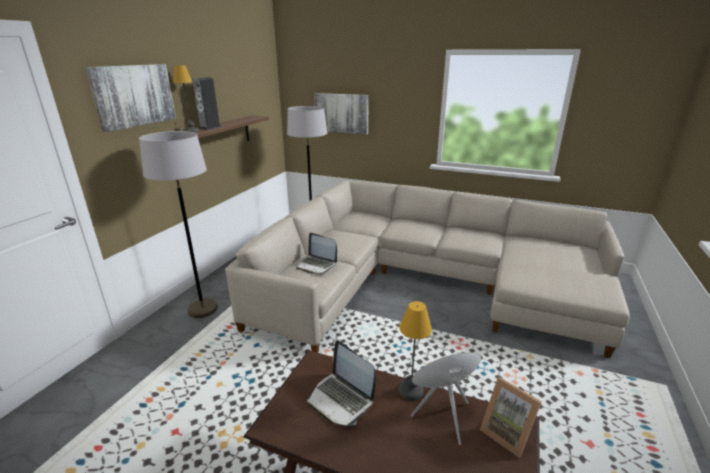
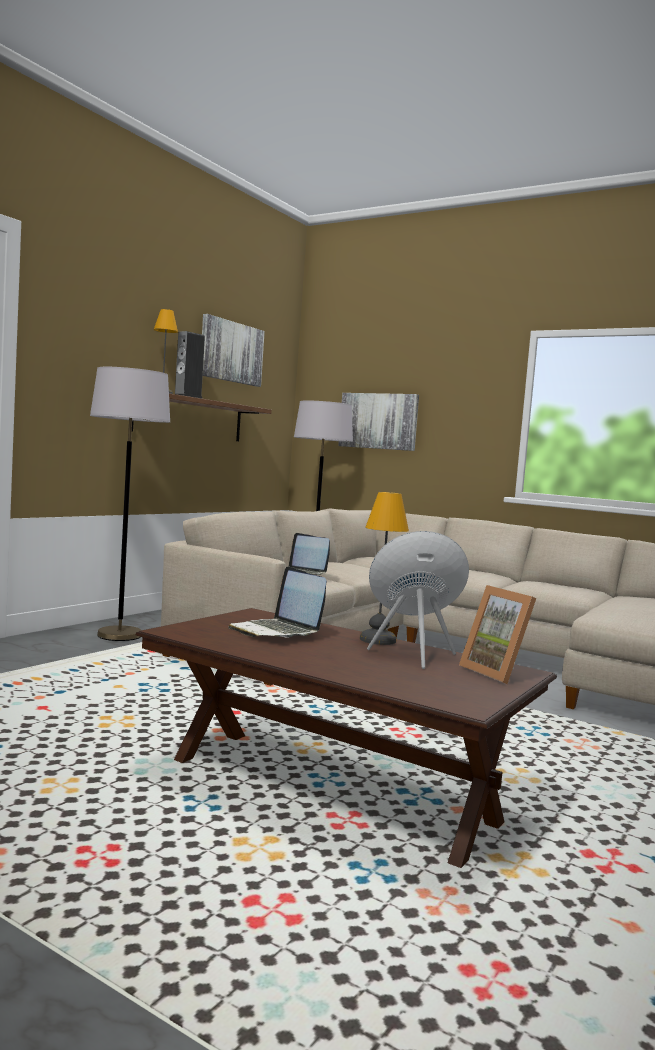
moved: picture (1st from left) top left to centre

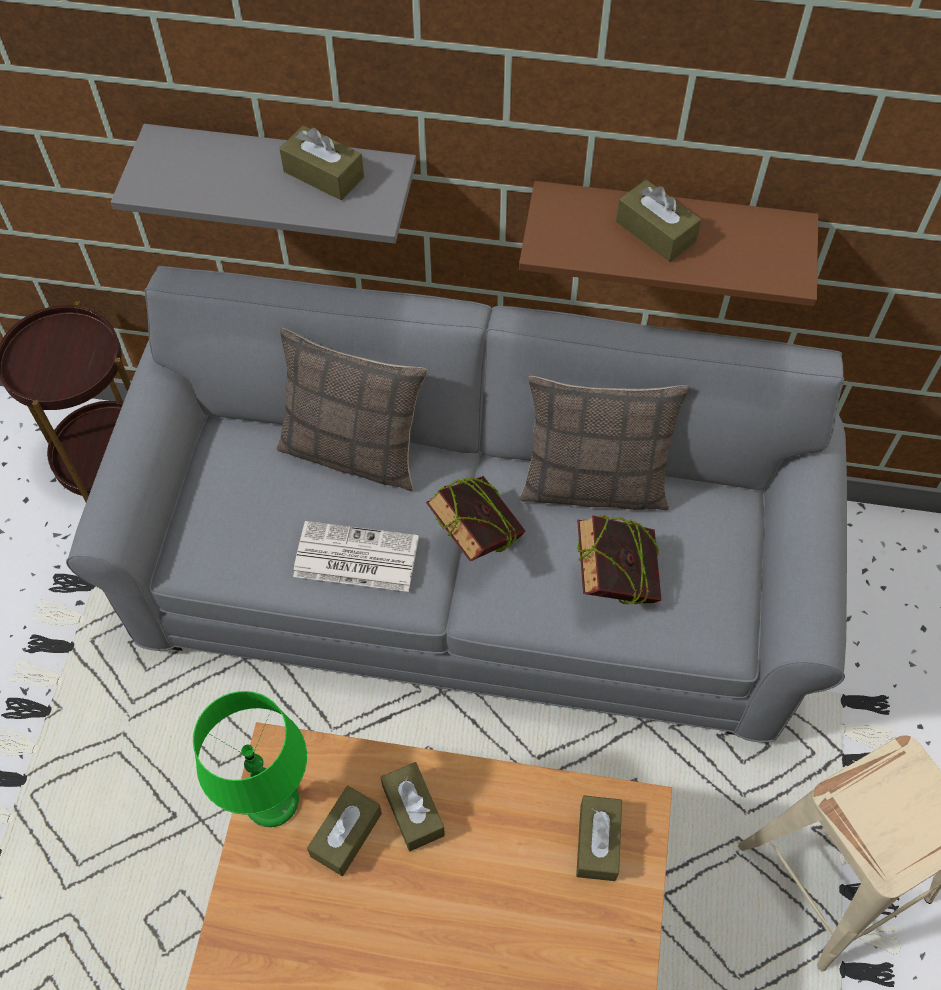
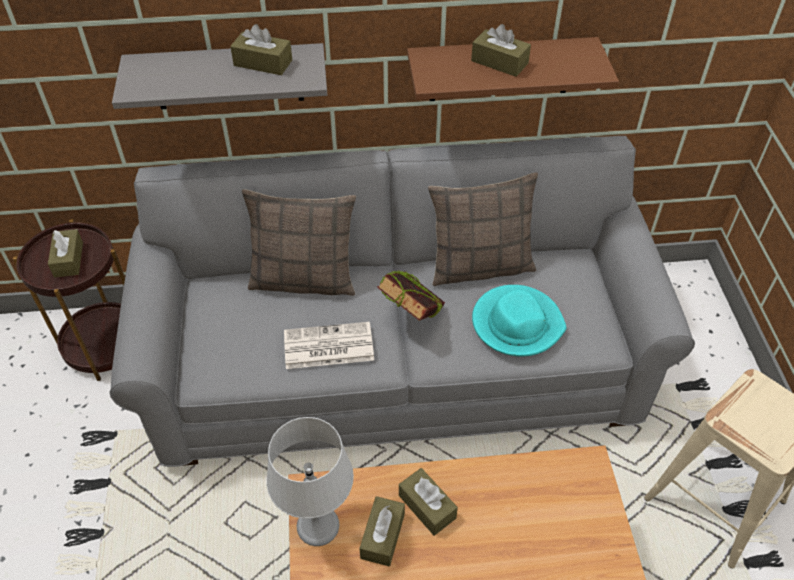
moved: tissue box in brown (4th from left in the first image) bottom centre to tissue box in brown (1st from left) middle left
replaced: book (2nd from left) centre to hat in turquoise centre
recoloured: table lamp in green bottom left to table lamp in grey bottom centre

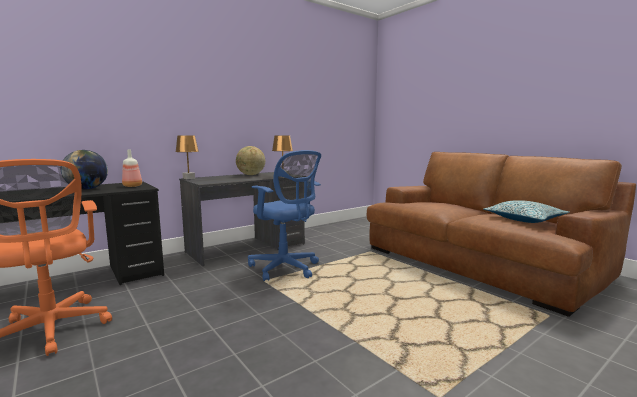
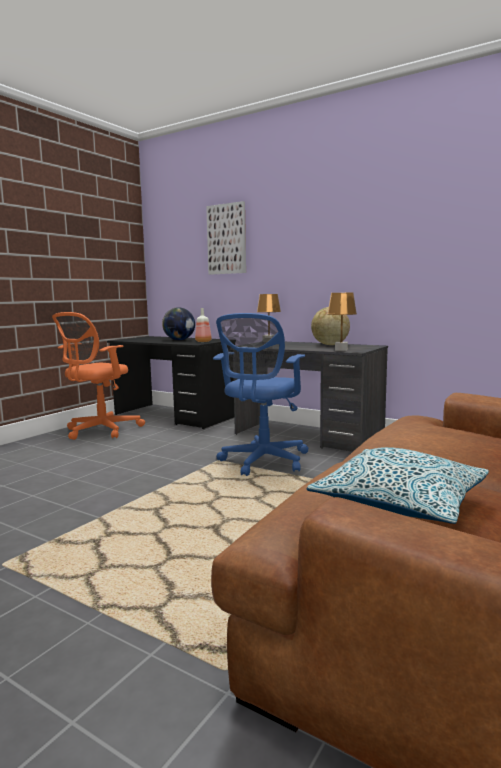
added: picture top centre

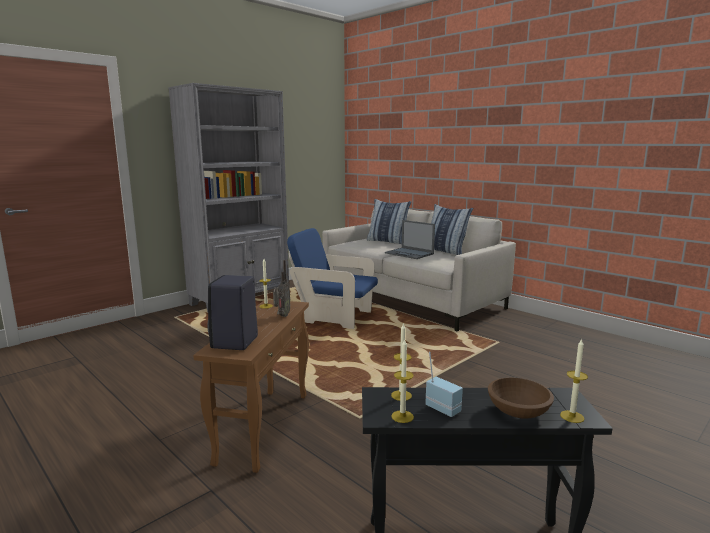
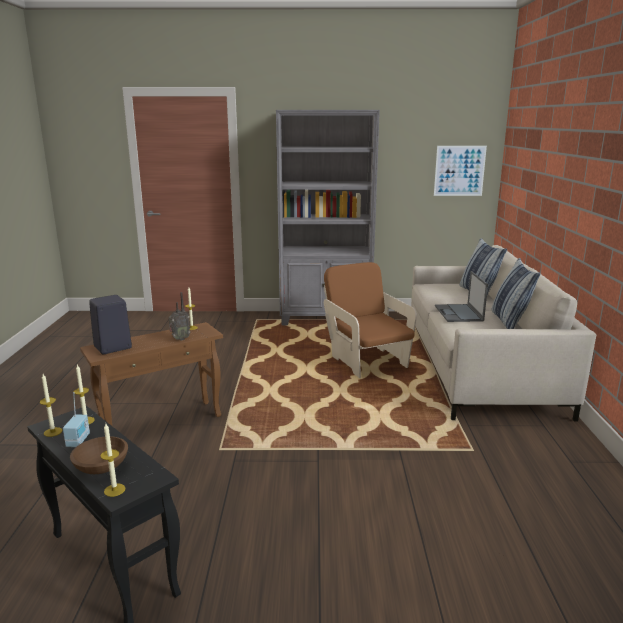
added: picture top right
recoloured: armchair in blue centre to armchair in brown centre

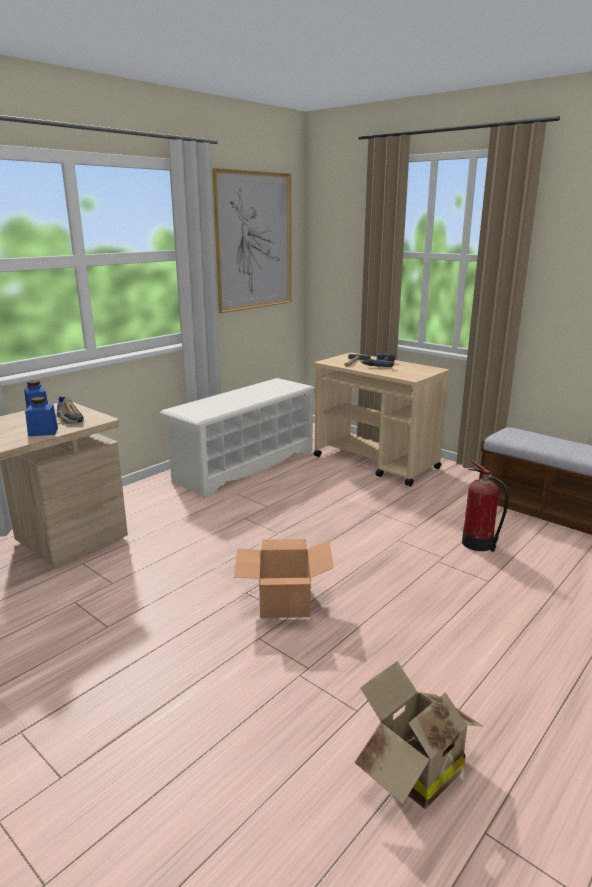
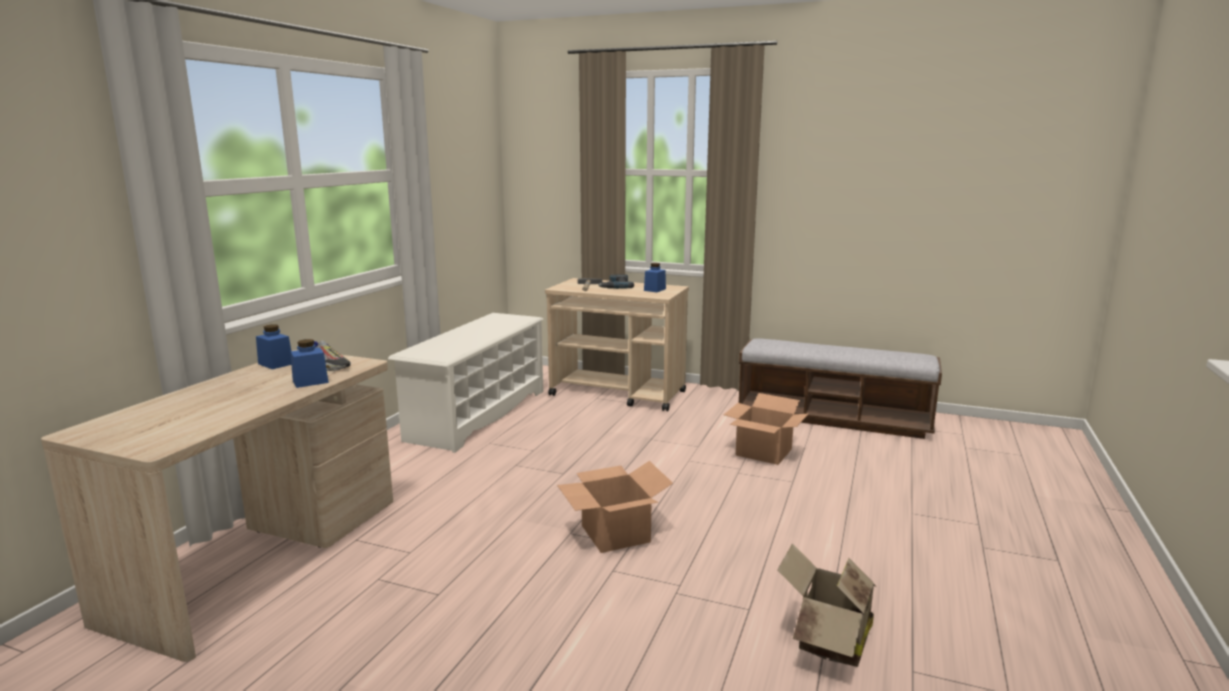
removed: picture top centre
added: jar in blue (3rd from left) centre
replaced: fire extinguisher middle right to cardboard box (2nd from left) centre

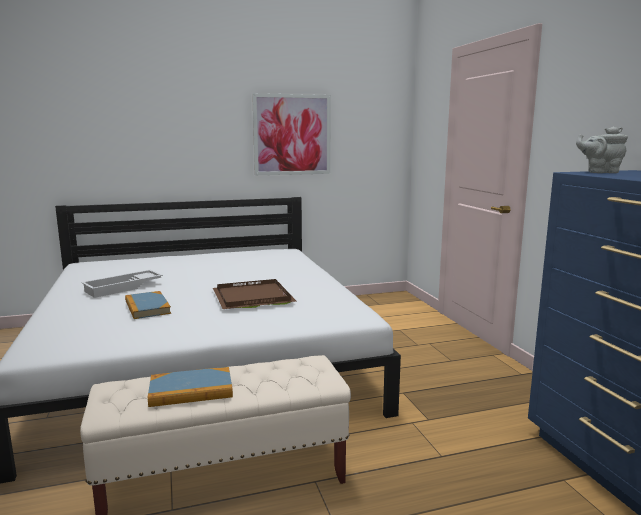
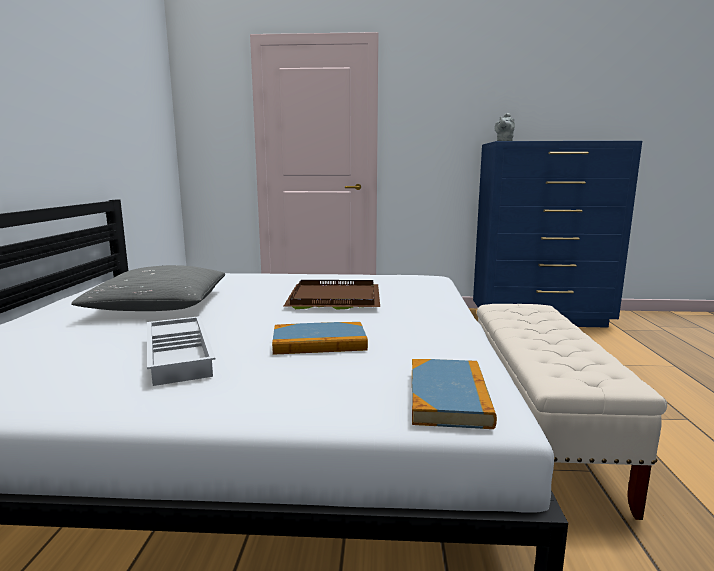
removed: picture top centre
added: pillow in grey middle left
moved: book (2nd from left) bottom left to bottom centre

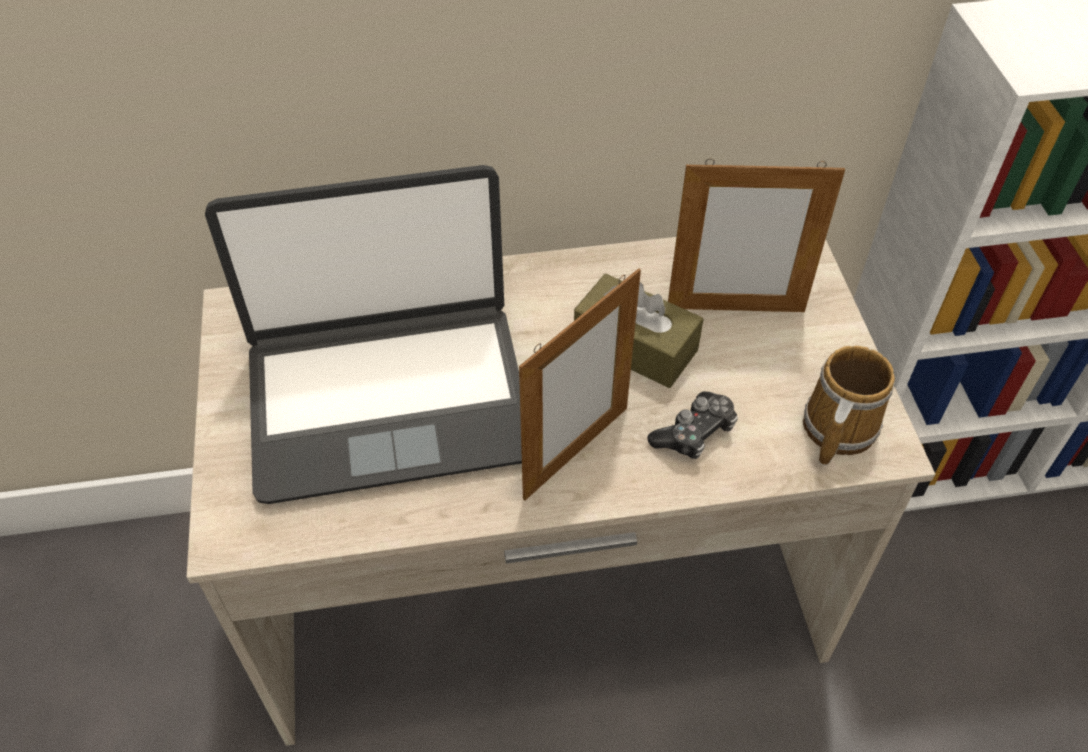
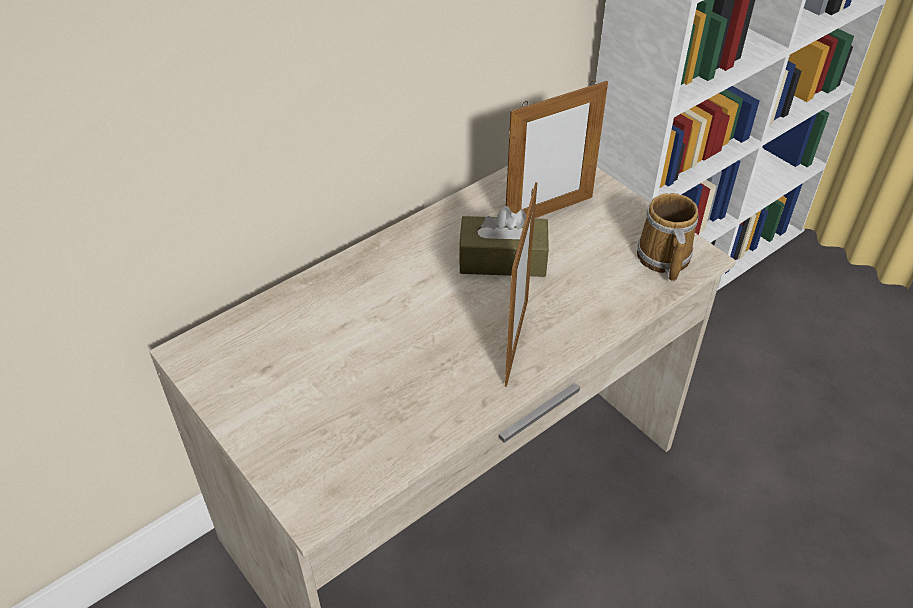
removed: laptop centre; game controller centre

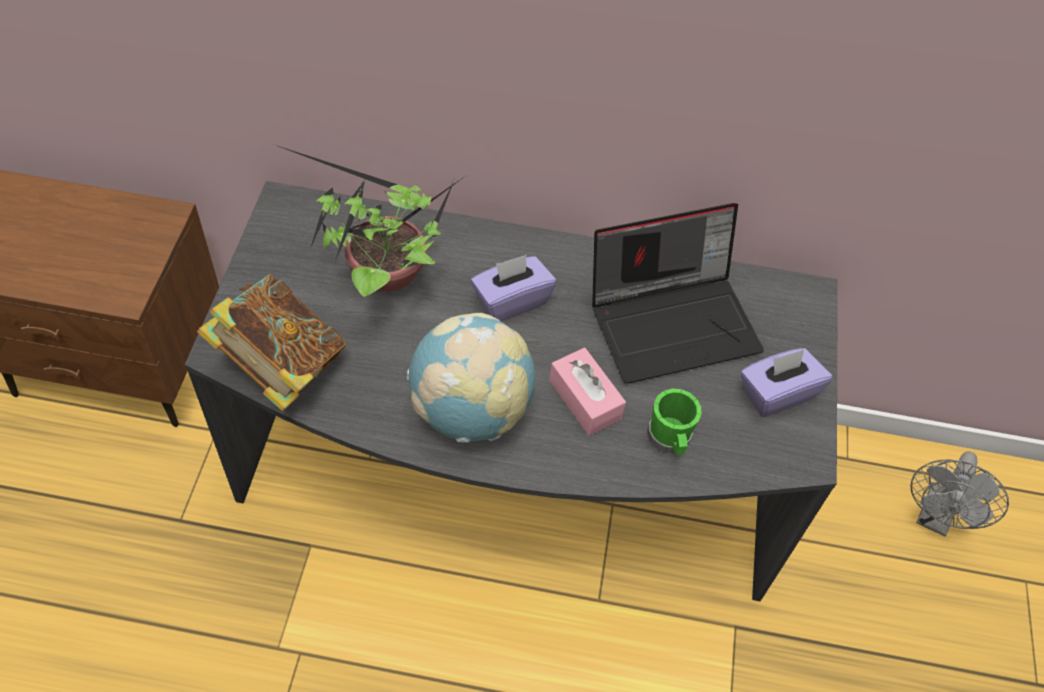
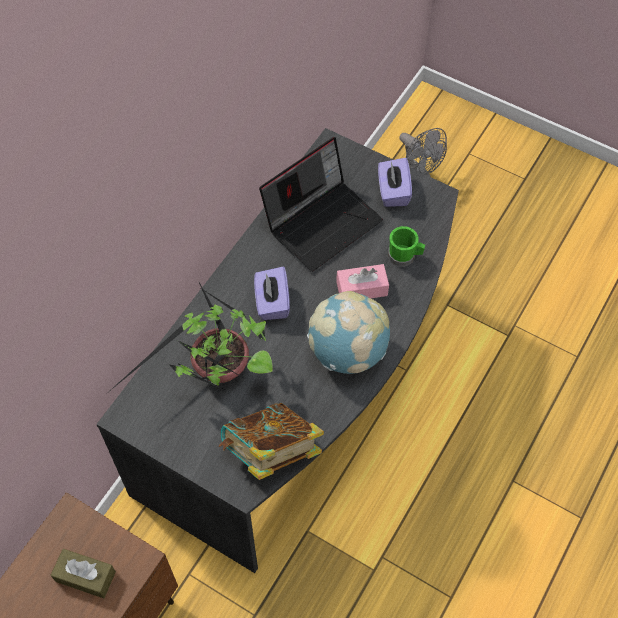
added: tissue box in brown bottom left
turned: laptop centre = top centre 45 degrees clockwise

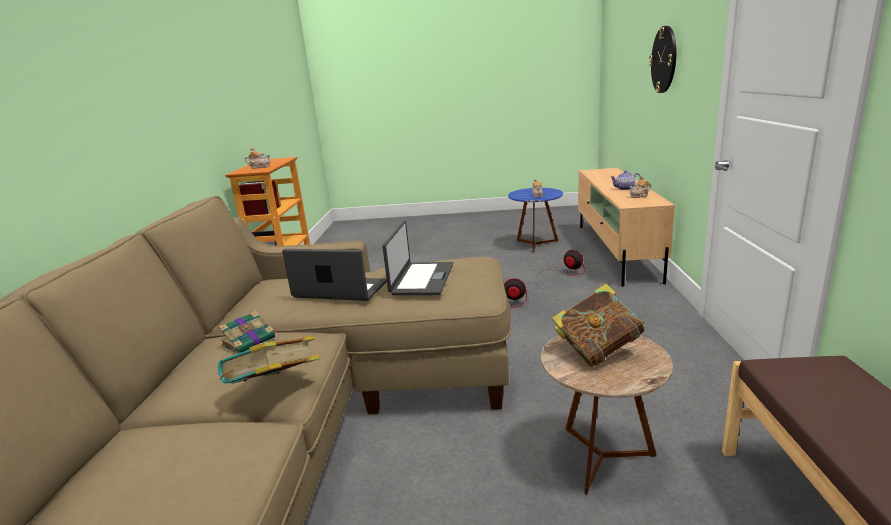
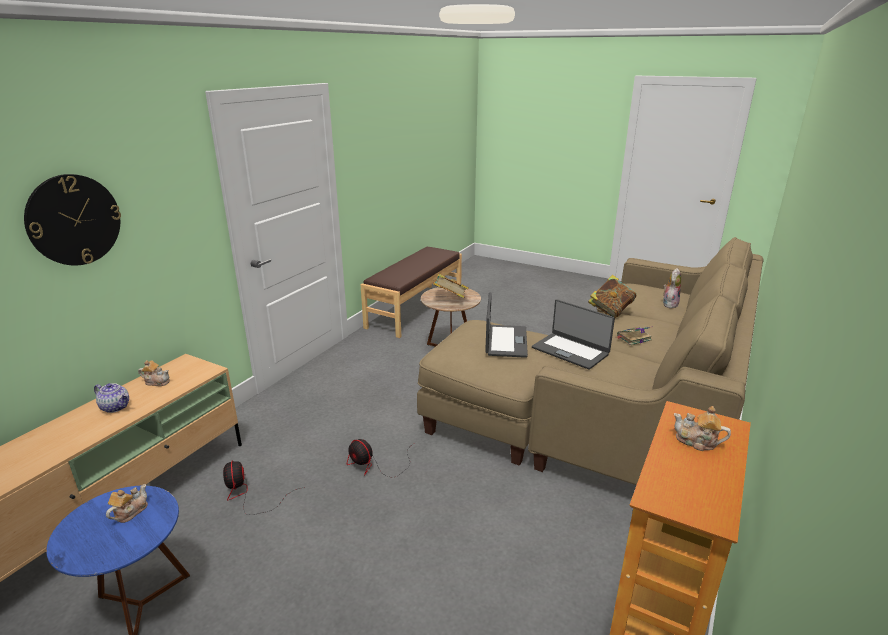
added: plush toy middle right
turned: laptop (2nd from left in the first image) centre = centre 150 degrees clockwise

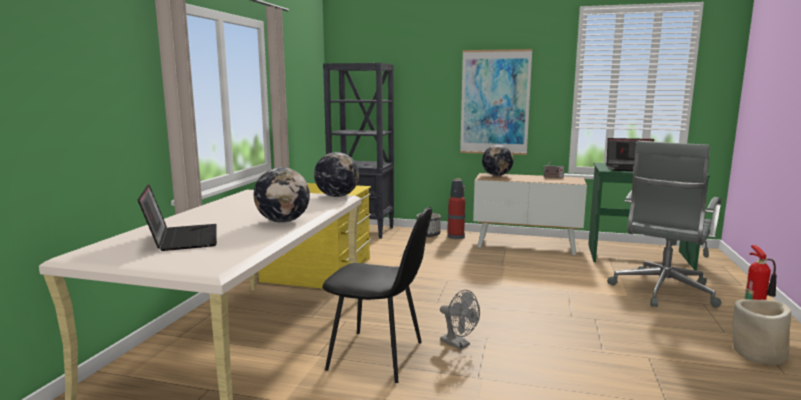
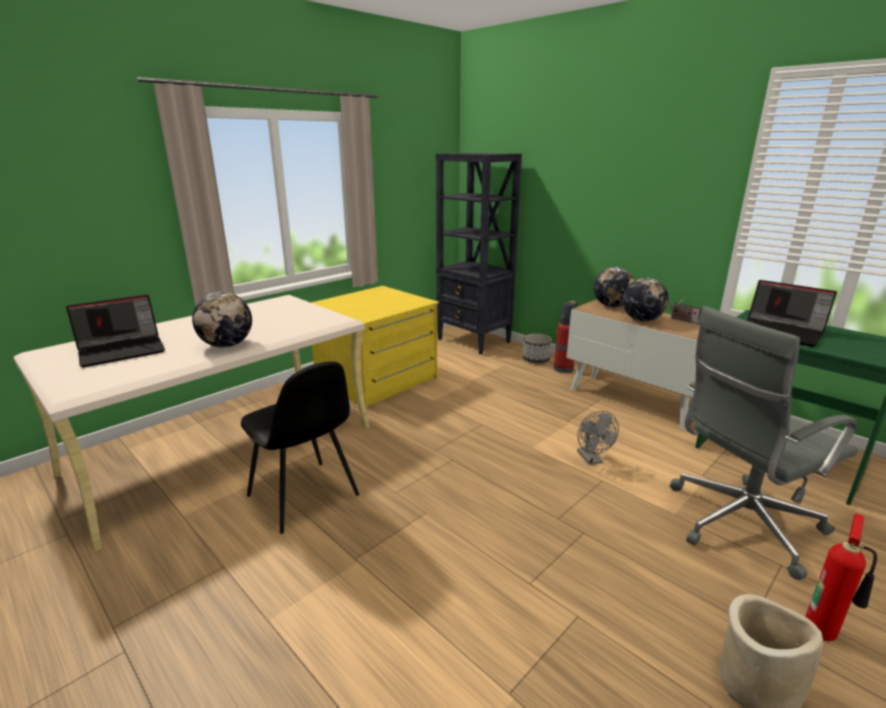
removed: picture top centre
moved: fan in grey bottom centre to middle right; globe (2nd from left in the first image) centre to globe (3rd from left) middle right
turned: laptop (1st from left) middle left = middle left 45 degrees clockwise

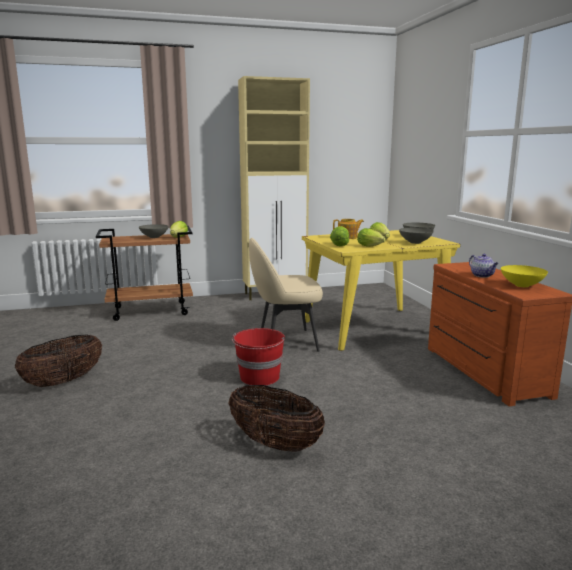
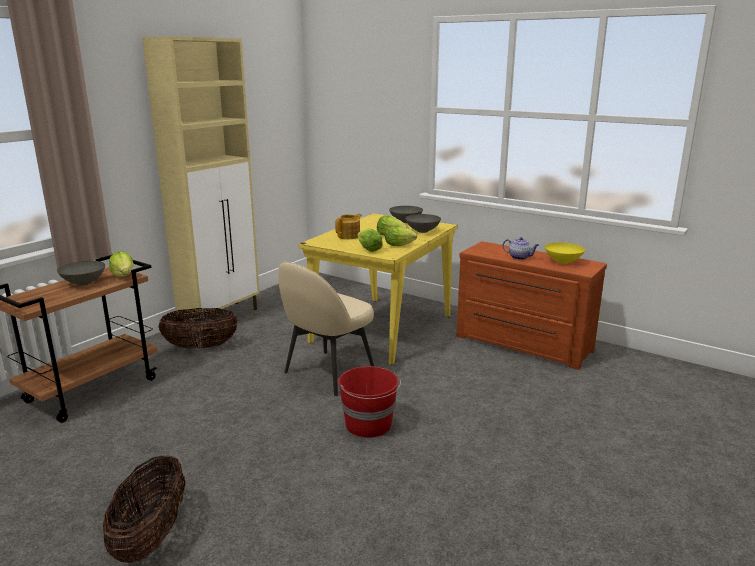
moved: basket (2nd from left) bottom centre to middle left

